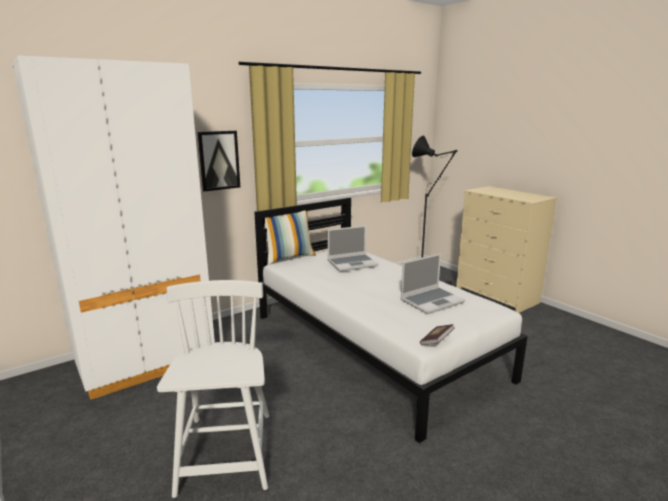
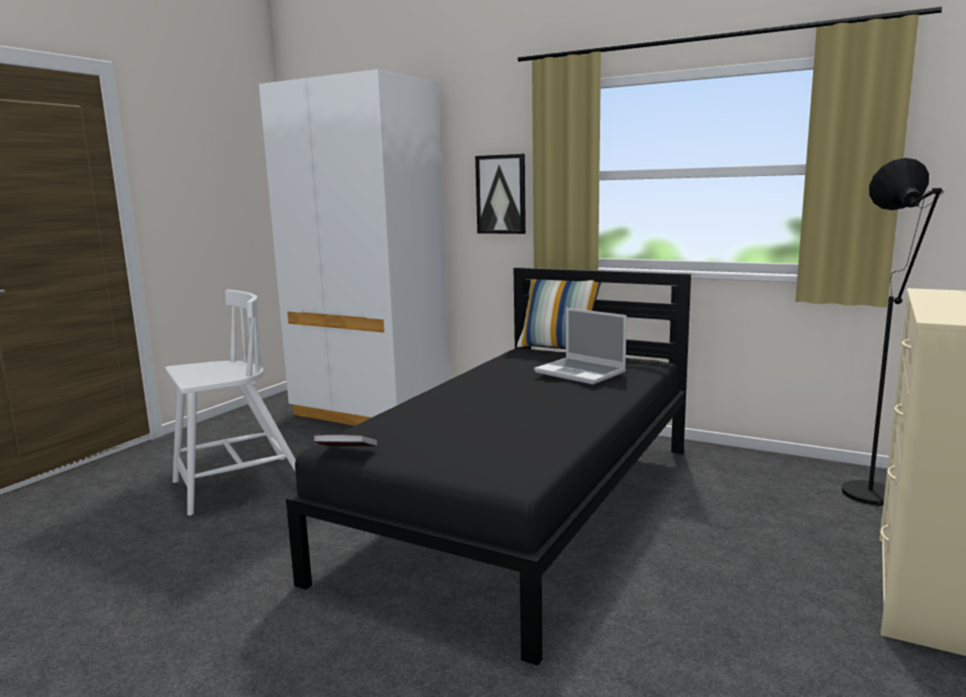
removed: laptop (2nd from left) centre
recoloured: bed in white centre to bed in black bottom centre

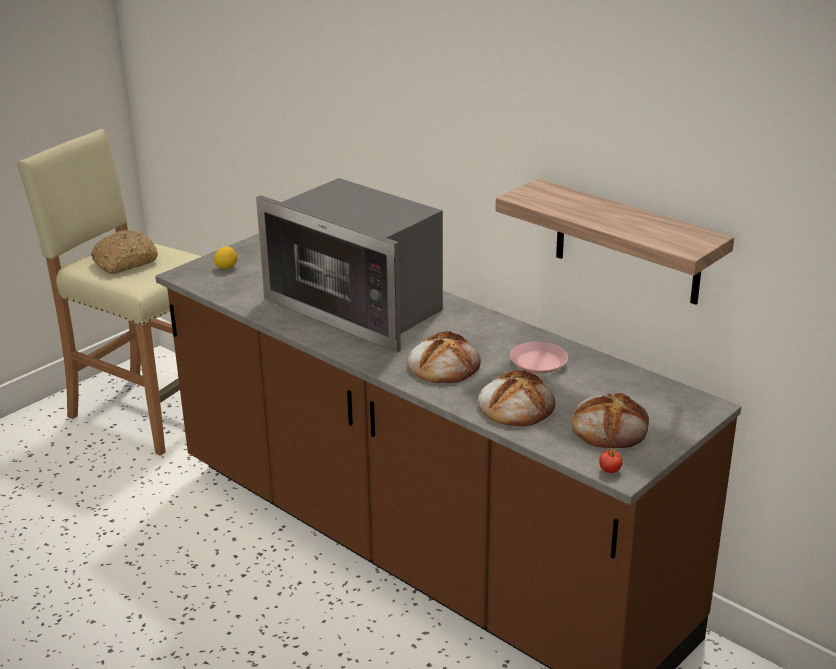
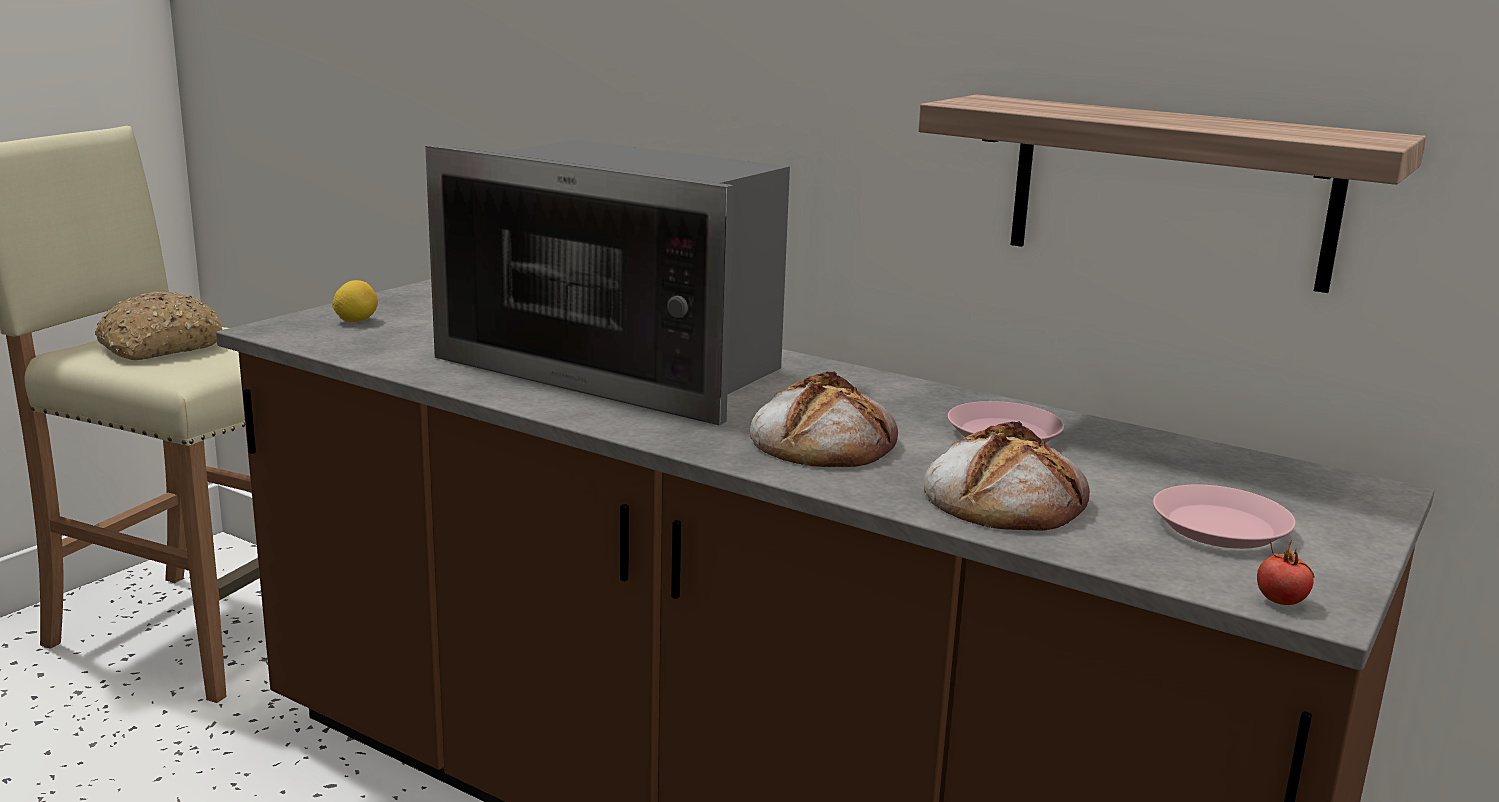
replaced: bread (4th from left) middle right to plate in pink (2nd from left) middle right

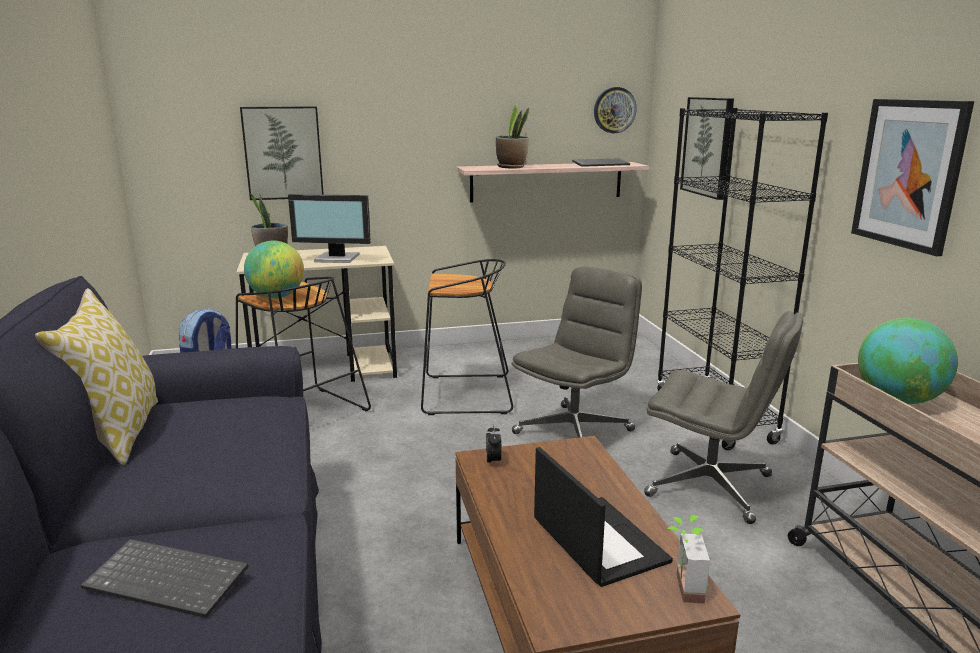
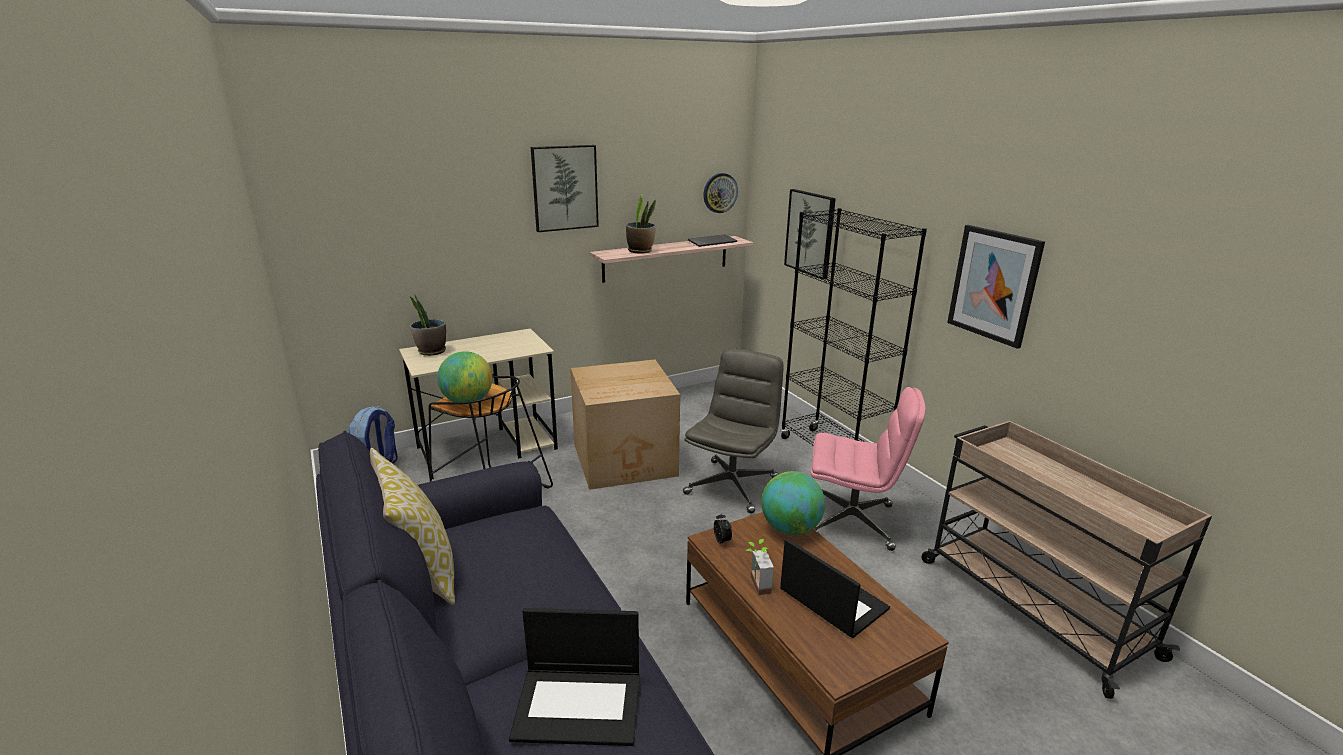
removed: monitor centre
moved: picture (1st from left) top left to top centre; potted plant (3rd from left) bottom right to bottom centre; globe (2nd from left) middle right to centre
replaced: keyboard (1st from left) bottom left to laptop (1st from left) bottom centre; stool in black (2nd from left) centre to cardboard box centre
recoloured: office chair in grey (2nd from left) middle right to office chair in pink centre

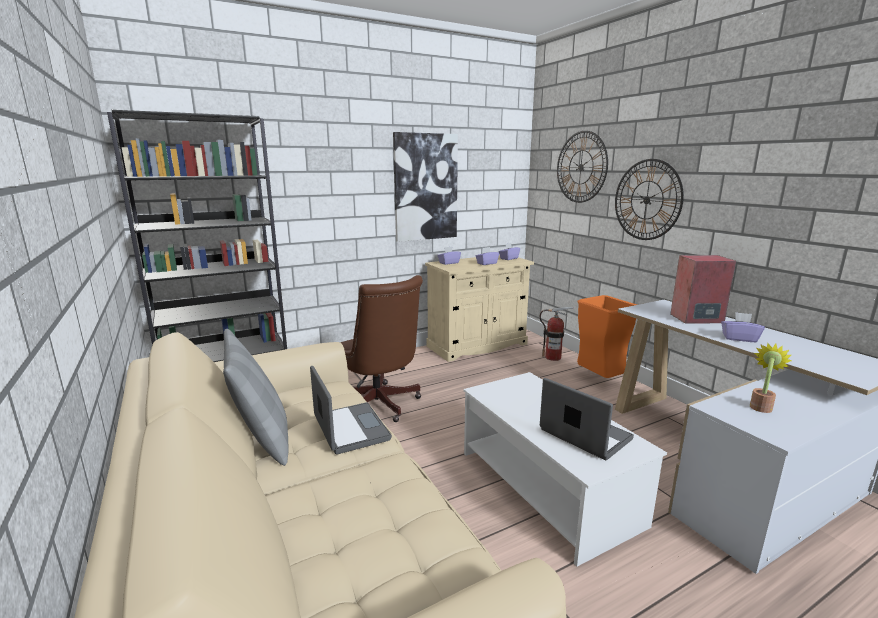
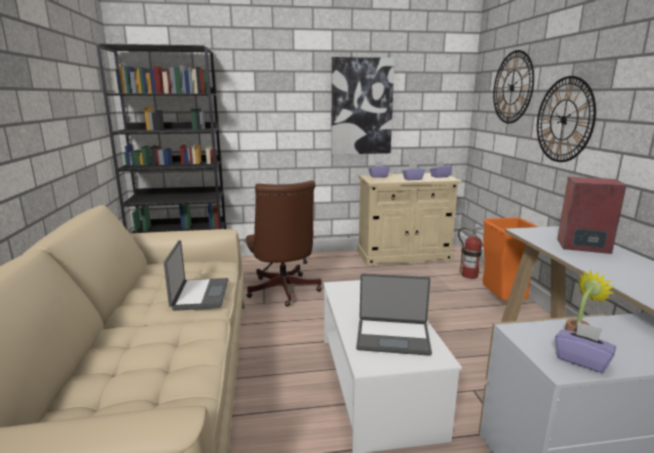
removed: pillow in grey middle left
moved: tissue box in purple (4th from left) middle right to bottom right
turned: laptop (2nd from left) bottom right = bottom centre 120 degrees clockwise

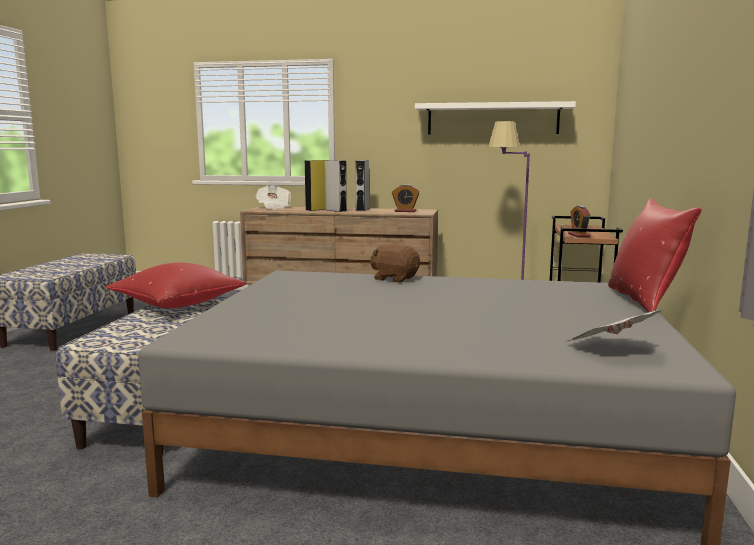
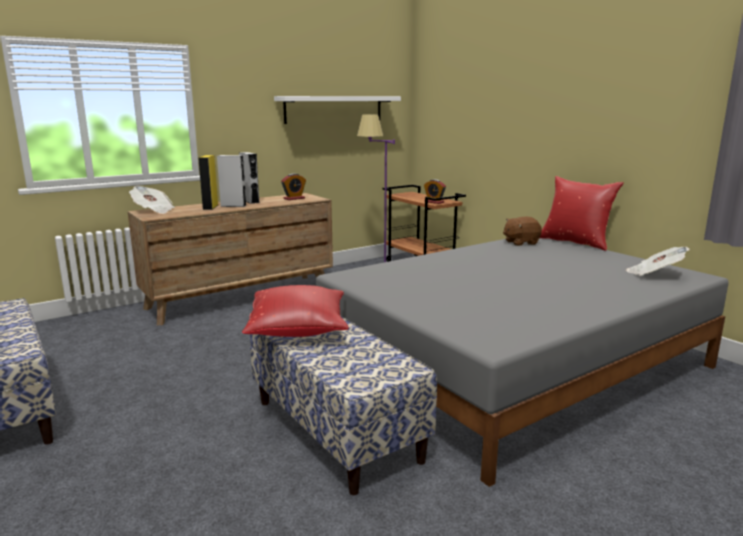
moved: plush toy in brown centre to middle right

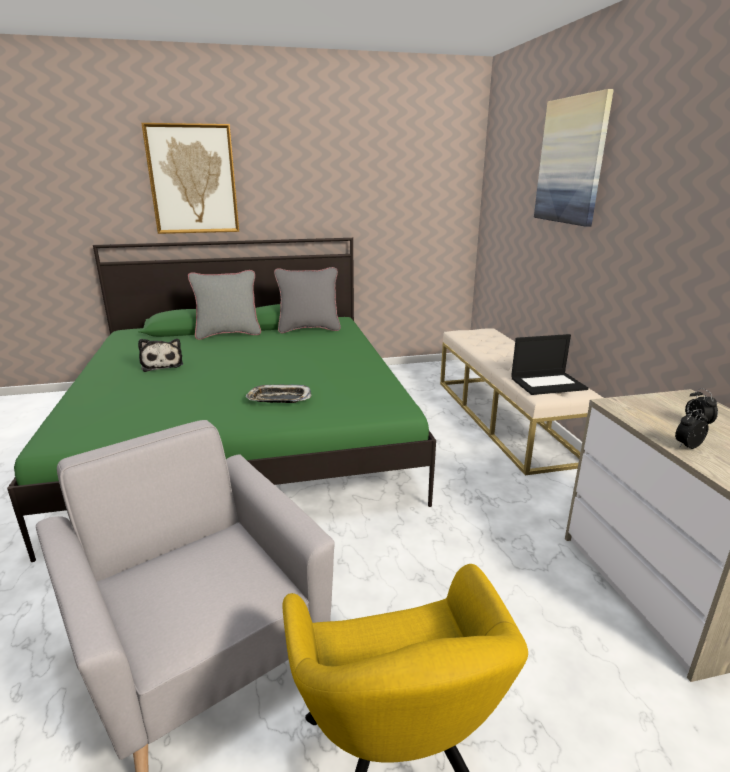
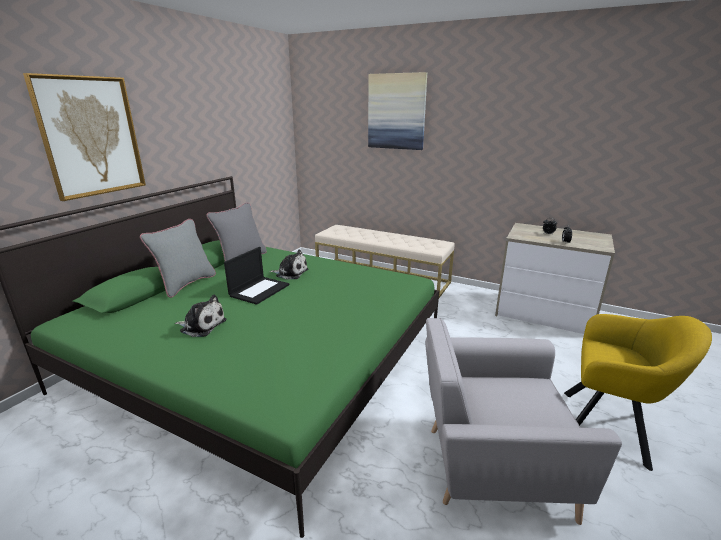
removed: tray centre
added: plush toy (2nd from left) centre
moved: laptop middle right to centre

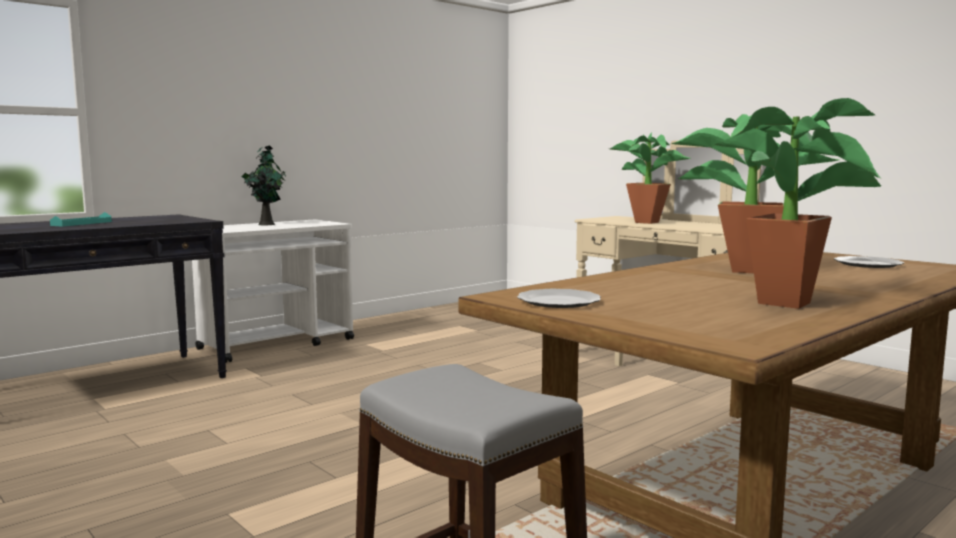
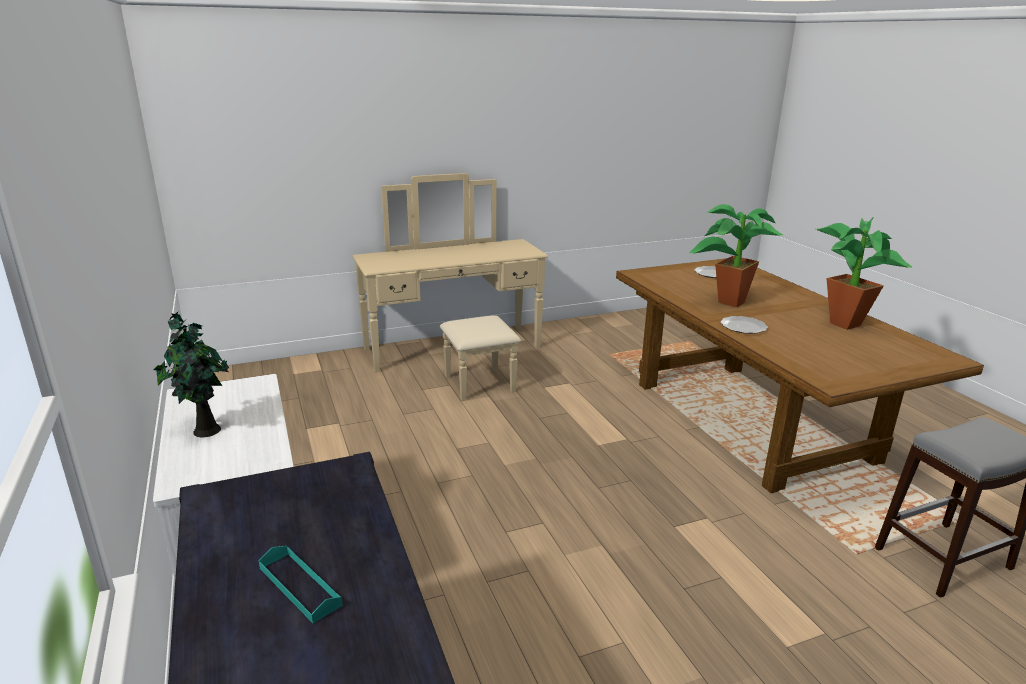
removed: potted plant (2nd from left) top right
moved: plate (1st from left in the first image) centre to plate (2nd from left) middle right

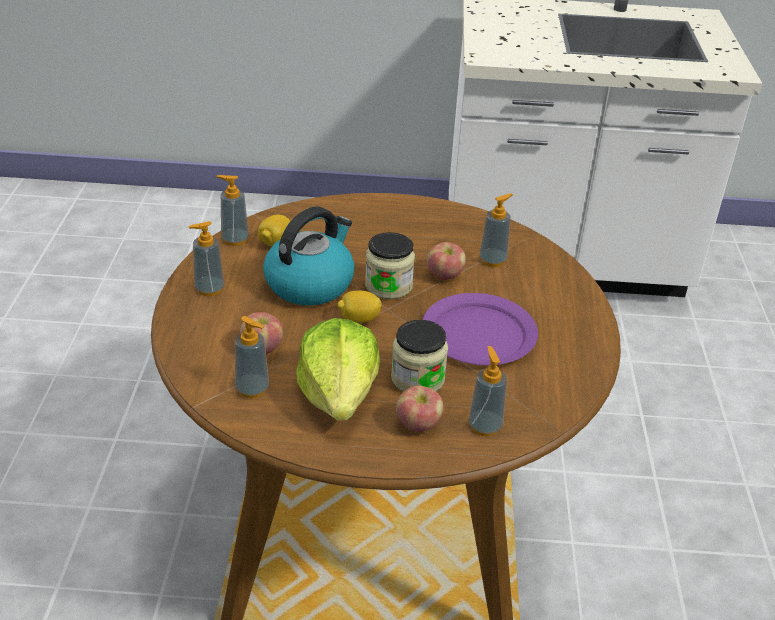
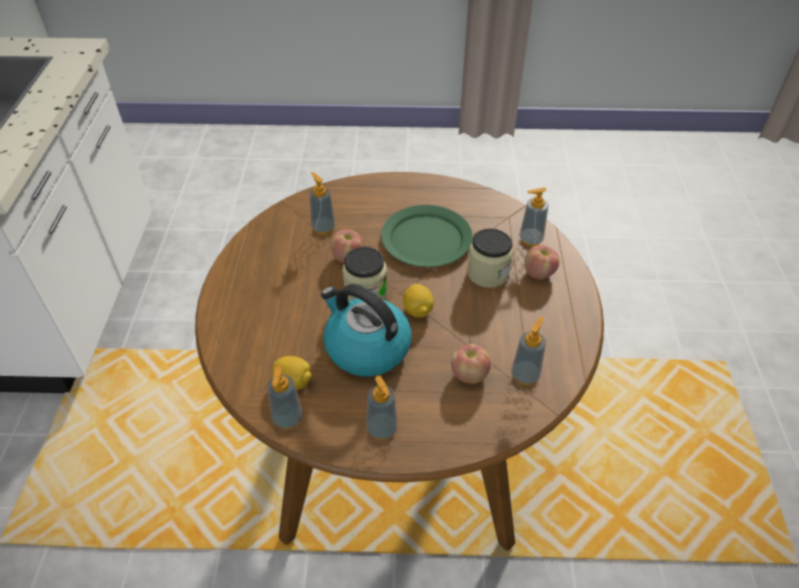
removed: lettuce centre
recoloured: plate in purple centre to plate in green centre

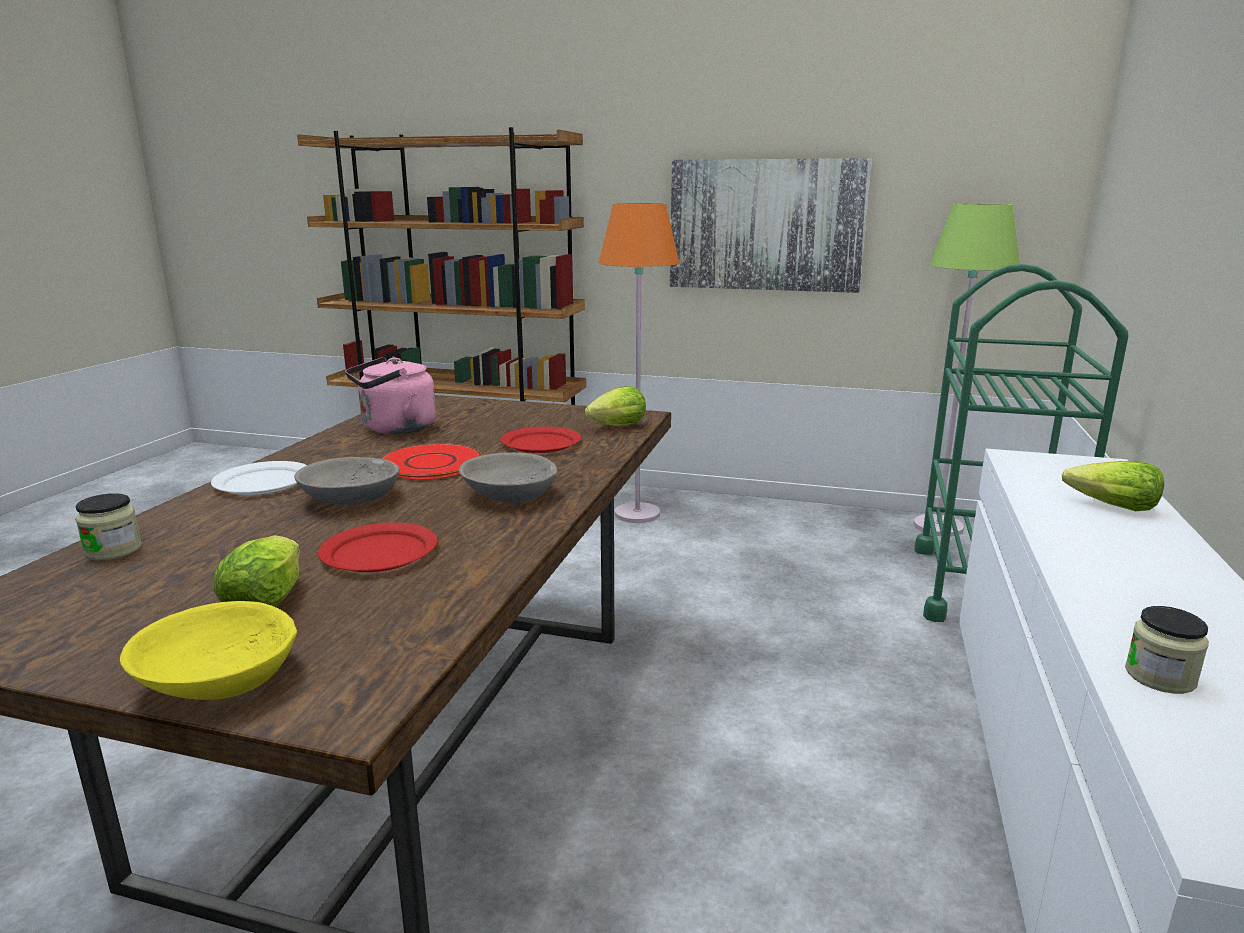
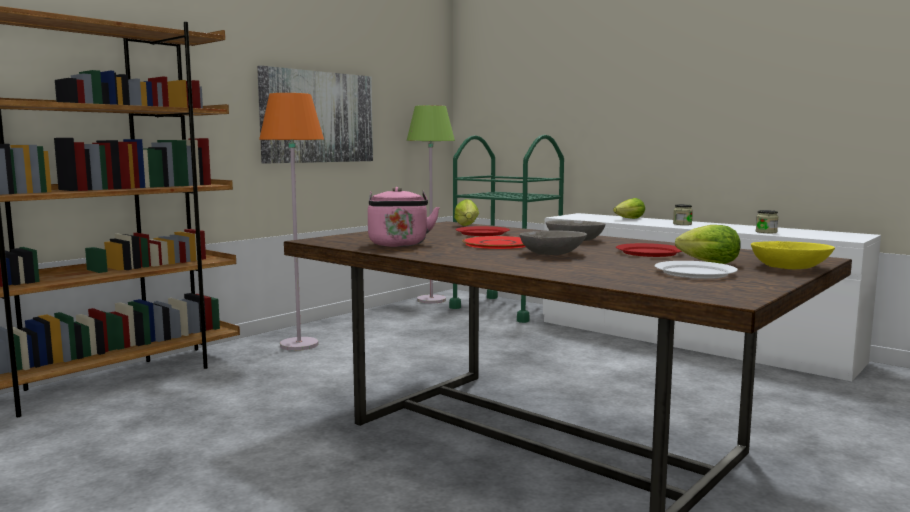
moved: plate in white middle left to middle right; jar (1st from left) middle left to middle right

